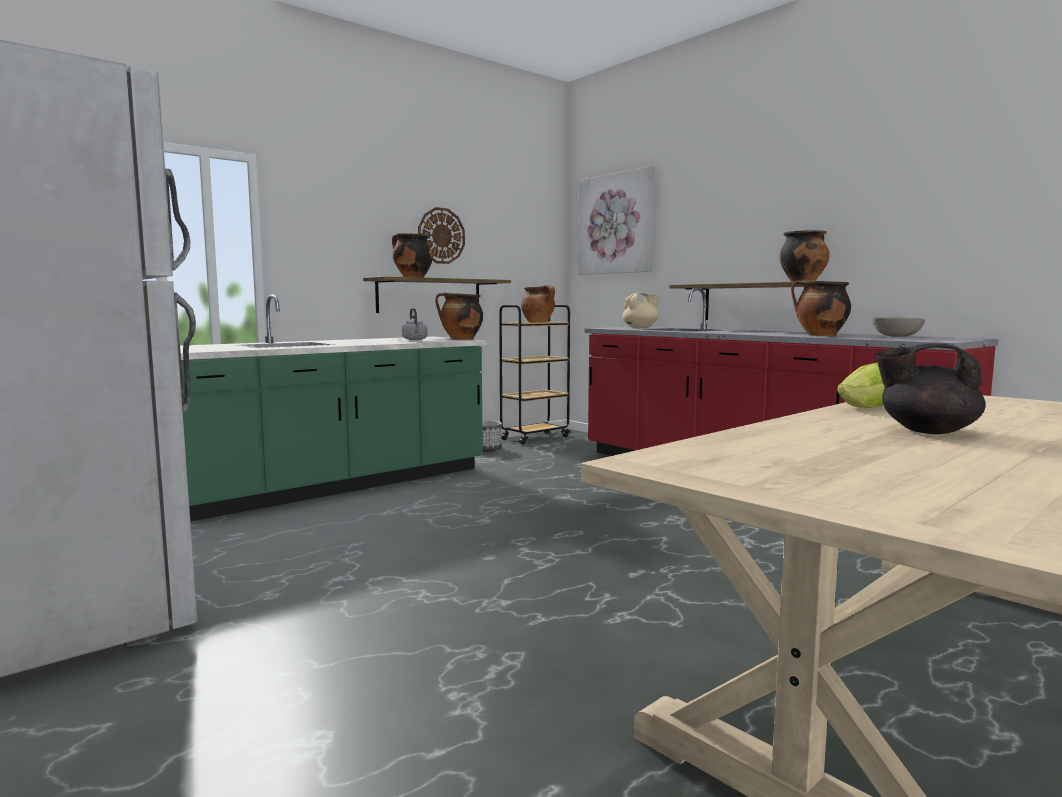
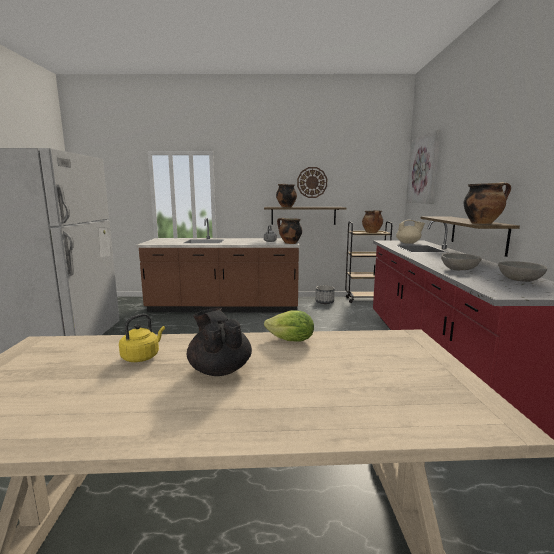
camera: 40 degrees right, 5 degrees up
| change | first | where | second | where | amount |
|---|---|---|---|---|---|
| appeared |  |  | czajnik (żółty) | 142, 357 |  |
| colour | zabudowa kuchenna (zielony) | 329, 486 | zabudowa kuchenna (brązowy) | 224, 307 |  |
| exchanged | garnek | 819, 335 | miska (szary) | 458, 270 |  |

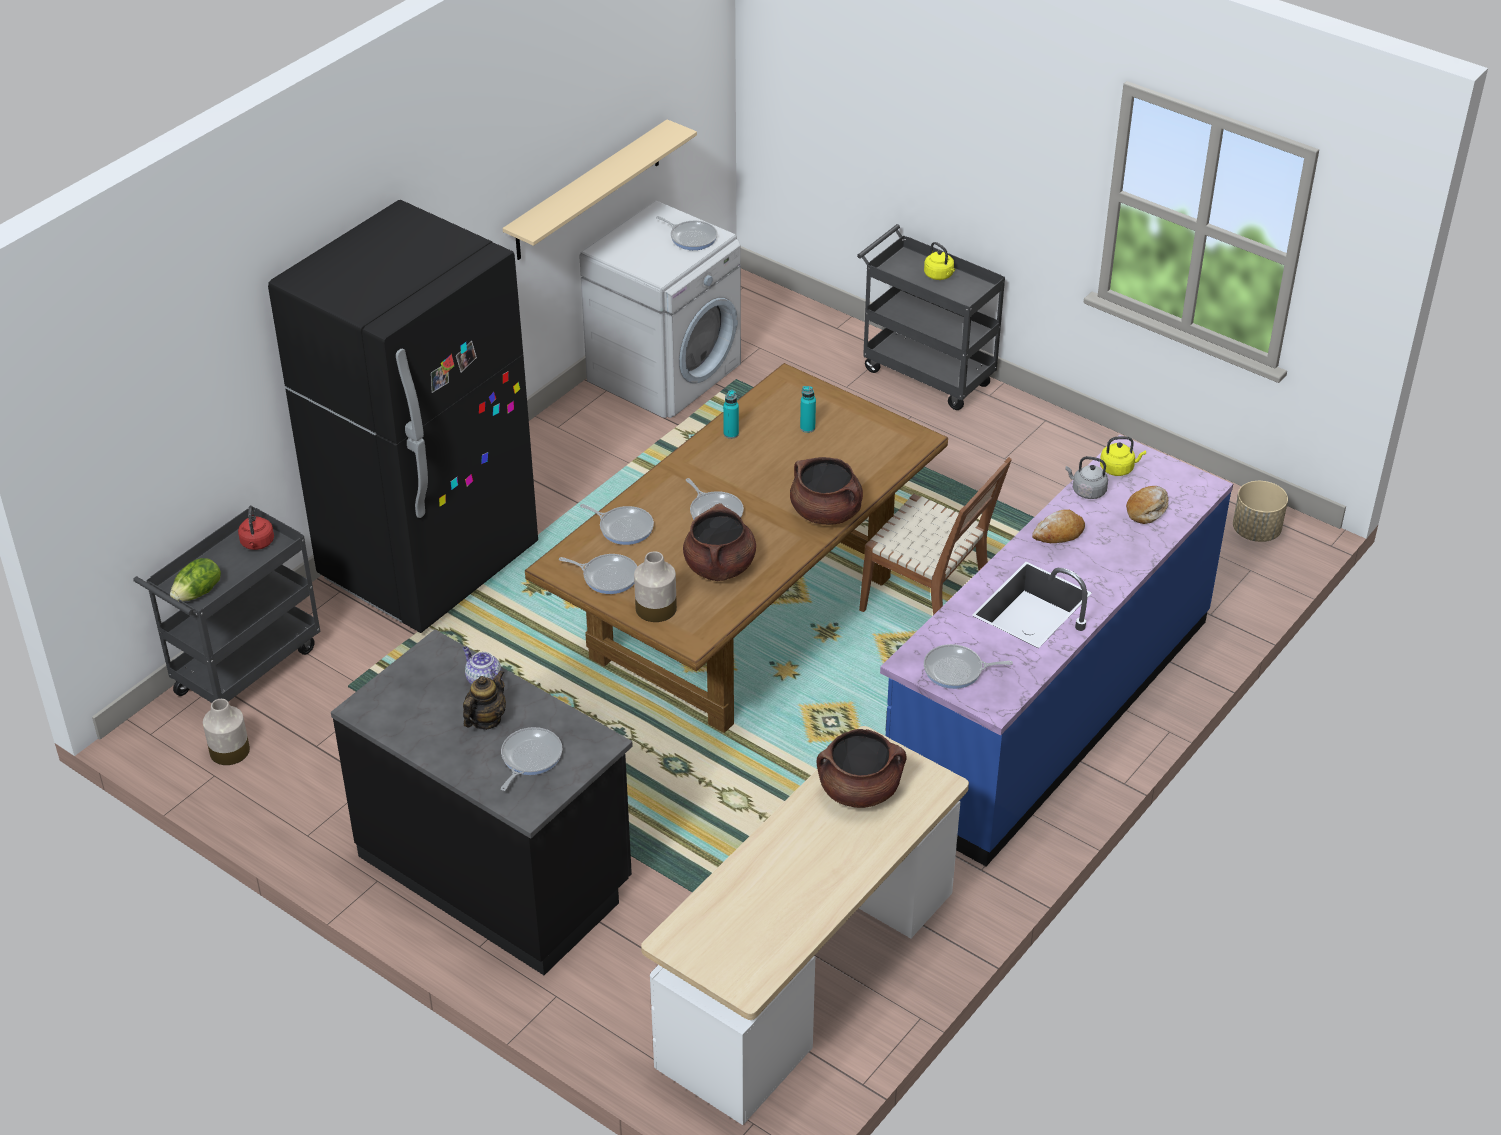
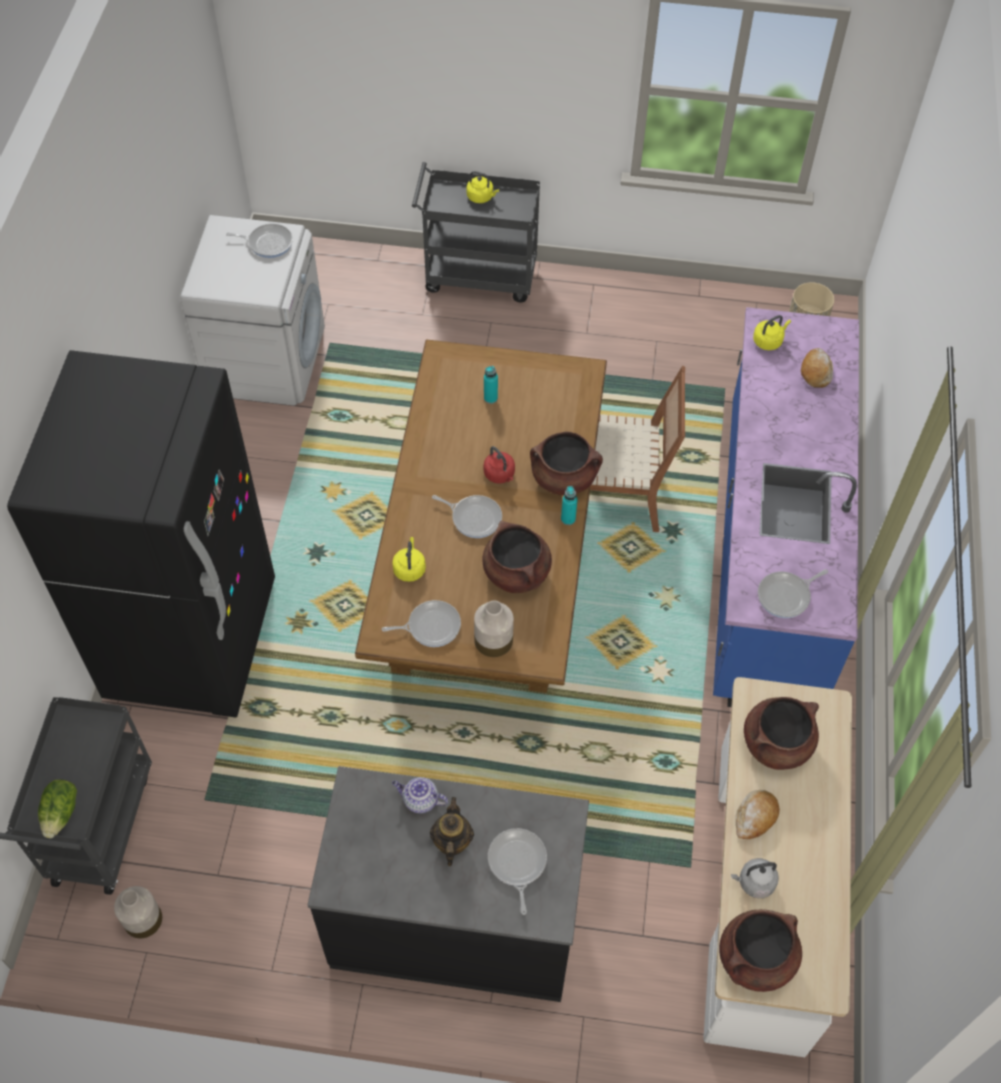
camera: 30 degrees left, 15 degrees up
| change | first | where | second | where | amount |
|---|---|---|---|---|---|
| exchanged | patelnia | 623, 527 | czajnik (żółty) | 409, 568 |  |
| relocated | czajnik (czerwony) | 257, 544 |  | 500, 475 |  |
| relocated | butelka (turkusowy) | 731, 434 |  | 568, 519 |  |
| appeared |  |  | garnek (brązowy) | 755, 959 |  |
| relocated | czajnik (szary) | 1087, 491 |  | 754, 883 |  |
| relocated | chleb | 1059, 533 |  | 755, 817 |  |
| missing | półka (beżowy) | 588, 191 |  |  |  |

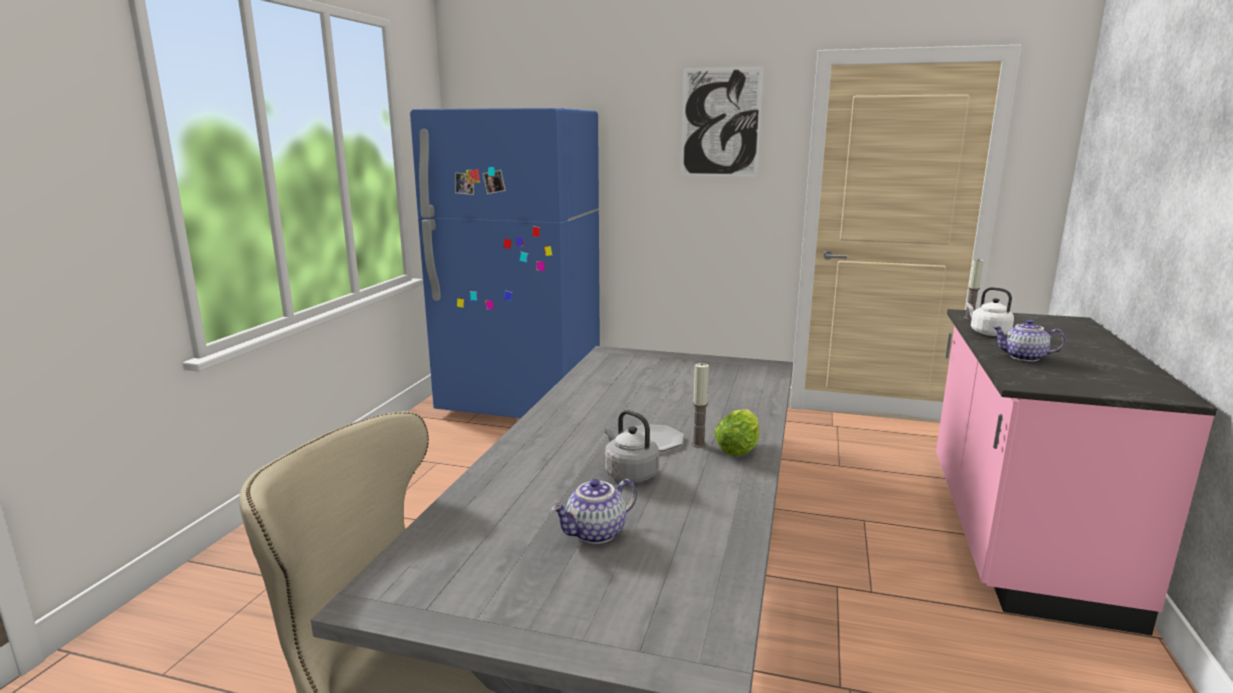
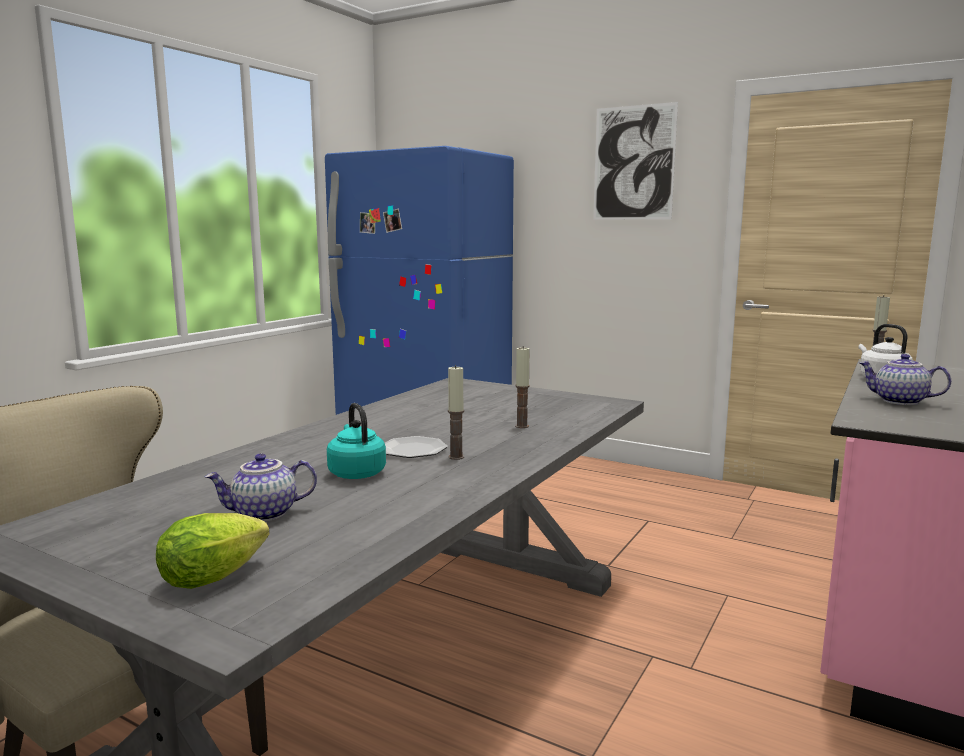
camera: 15 degrees right, 5 degrees down
| change | first | where | second | where | amount |
|---|---|---|---|---|---|
| relocated | sałata | 739, 448 |  | 218, 576 |  |
| colour | czajnik (szary) | 629, 474 | czajnik (turkusowy) | 356, 473 |  |
| appeared |  |  | świeca | 521, 426 |  |

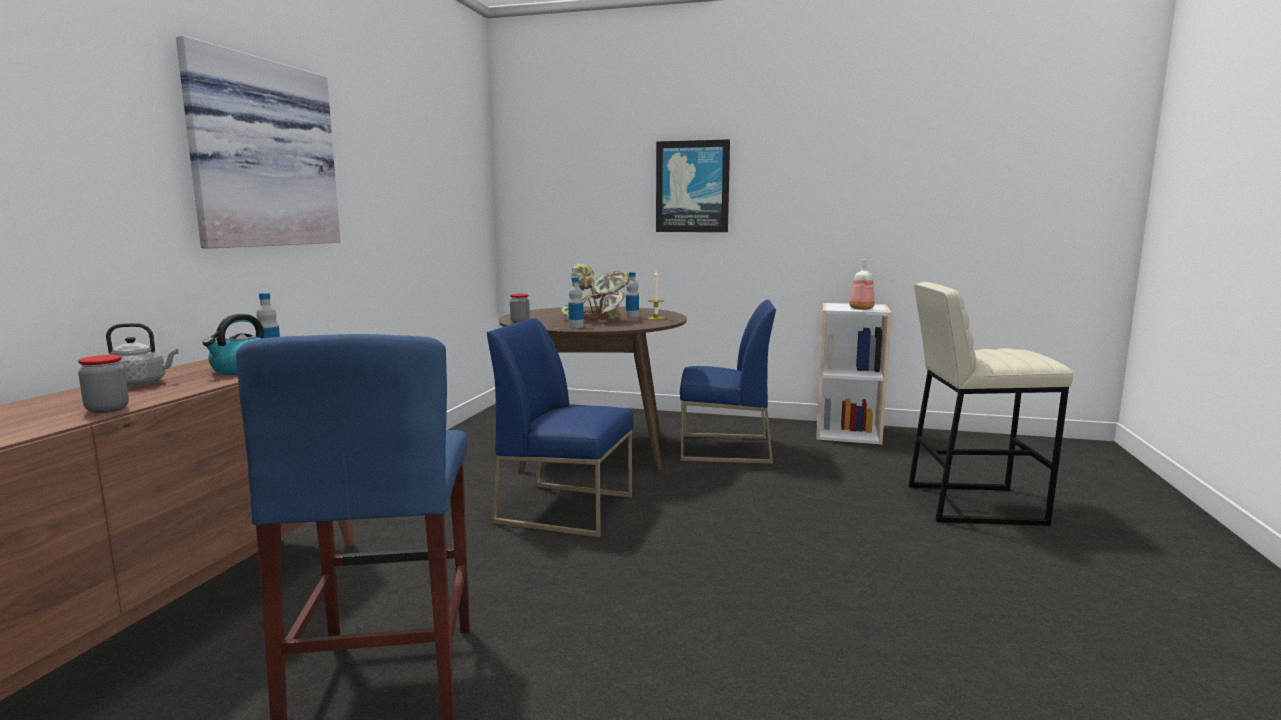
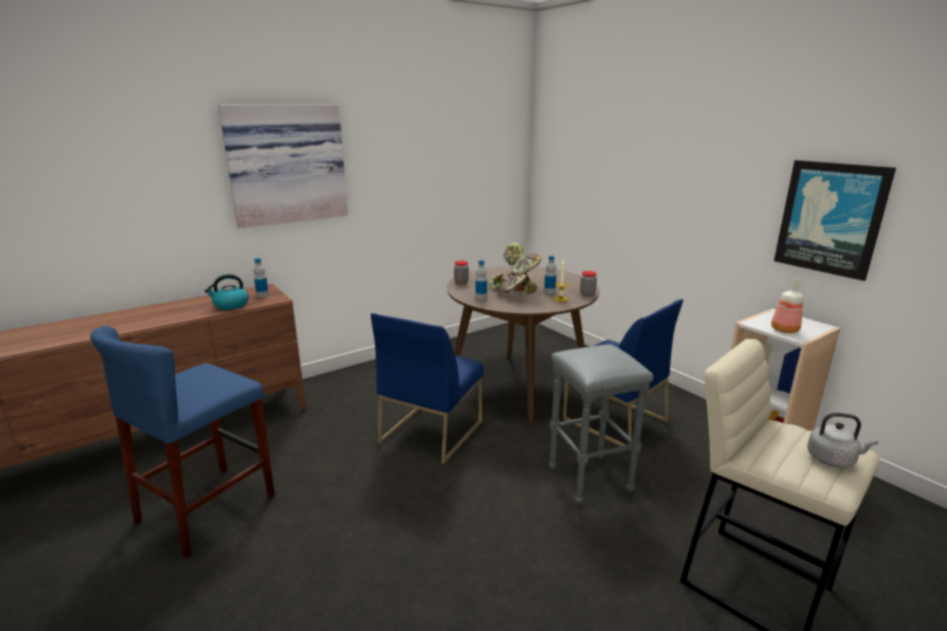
camera: 40 degrees right, 10 degrees up
| change | first | where | second | where | amount |
|---|---|---|---|---|---|
| spun | krzesło (niebieski) | 566, 509 |  | 431, 431 | 120 degrees counterclockwise |
| appeared |  |  | stołek (szary) | 592, 479 |  |
| relocated | słoik | 107, 409 |  | 587, 294 |  |
| relocated | obraz | 692, 187 |  | 830, 218 |  |
| relocated | czajnik (szary) | 141, 383 |  | 833, 459 |  |

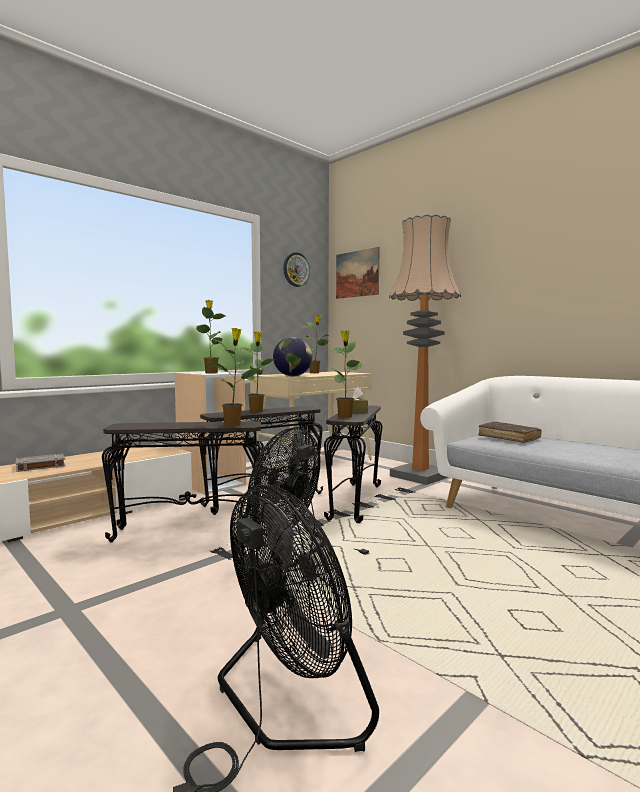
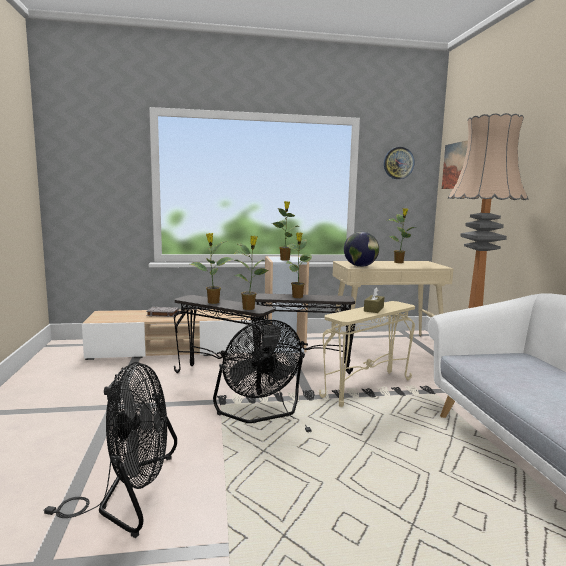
camera: 35 degrees right, 5 degrees up
| change | first | where | second | where | amount |
|---|---|---|---|---|---|
| relocated | roślina doniczkowa | 345, 417 |  | 212, 302 |  |
| colour | stolik (czarny) | 355, 502 | stolik (beżowy) | 367, 388 |  |
| missing | książka (brązowy) | 508, 438 |  |  |  |

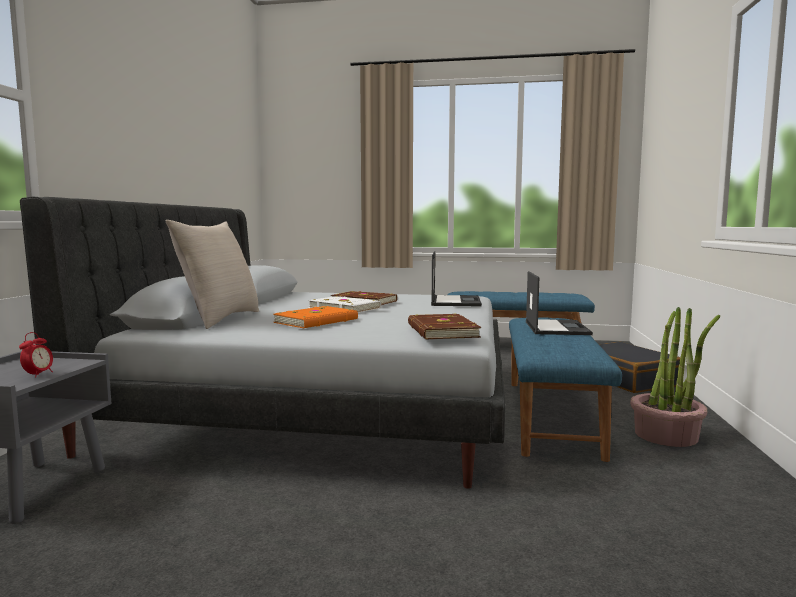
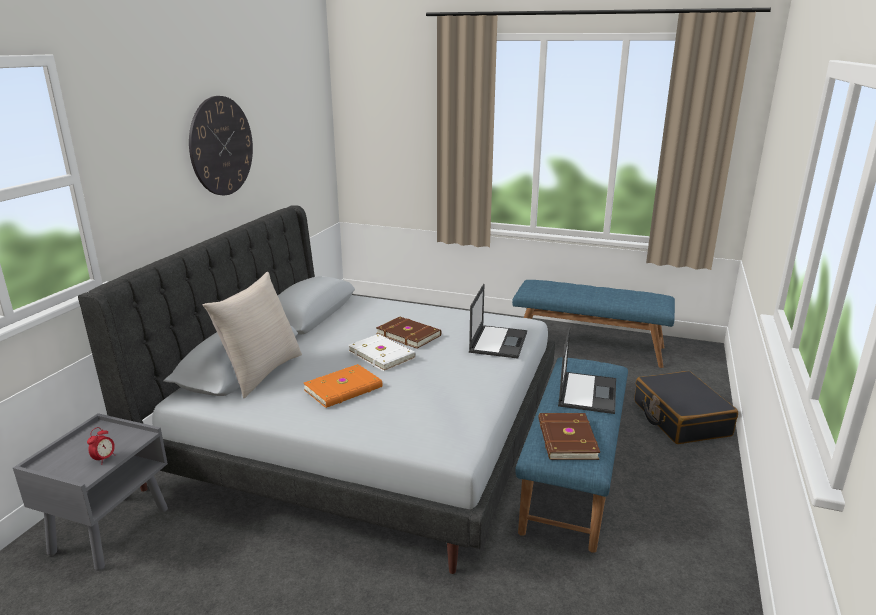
camera: 10 degrees right, 15 degrees up
| change | first | where | second | where | amount |
|---|---|---|---|---|---|
| appeared |  |  | zegar ścienny | 221, 146 |  |
| relocated | książka (brązowy) | 441, 331 |  | 566, 439 |  |
| missing | roślina doniczkowa | 666, 435 |  |  |  |

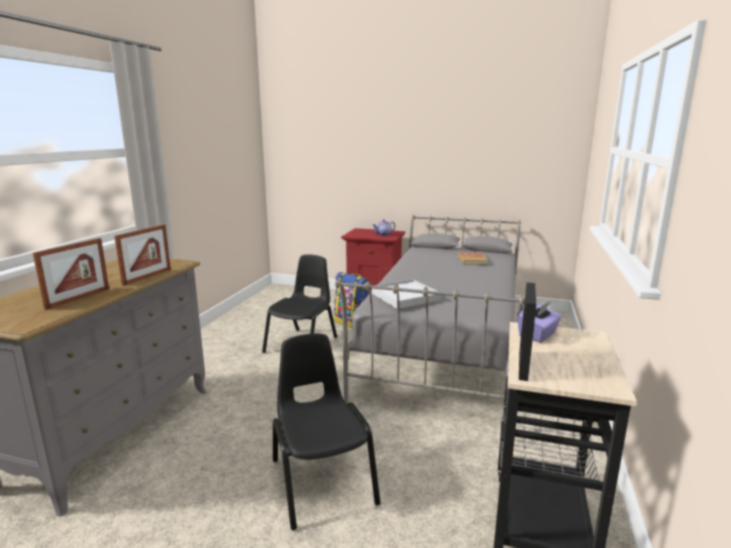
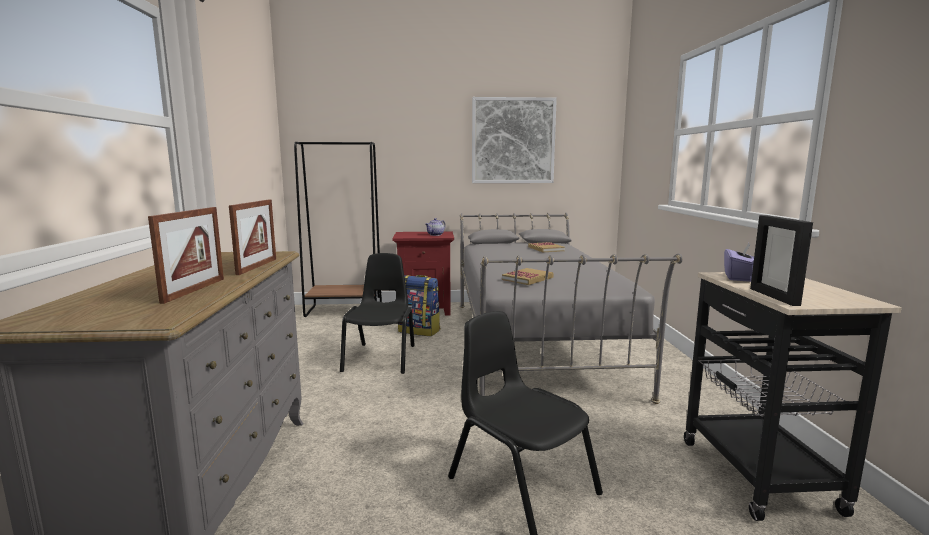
camera: 20 degrees left, 5 degrees down
| change | first | where | second | where | amount |
|---|---|---|---|---|---|
| appeared |  |  | wieszak | 344, 311 |  |
| appeared |  |  | obraz | 513, 141 |  |
| exchanged | taca (biały) | 405, 297 | książka | 527, 278 |  |

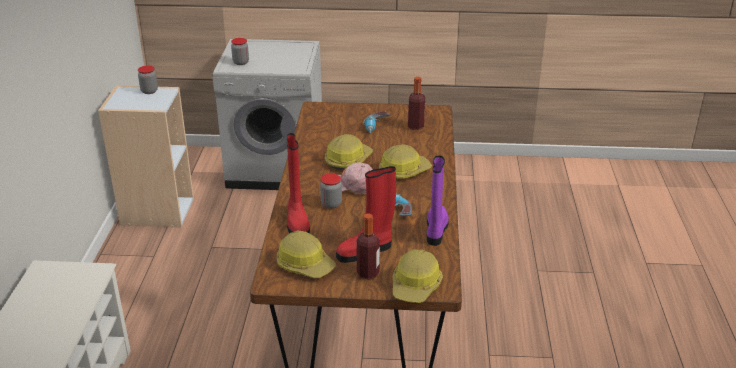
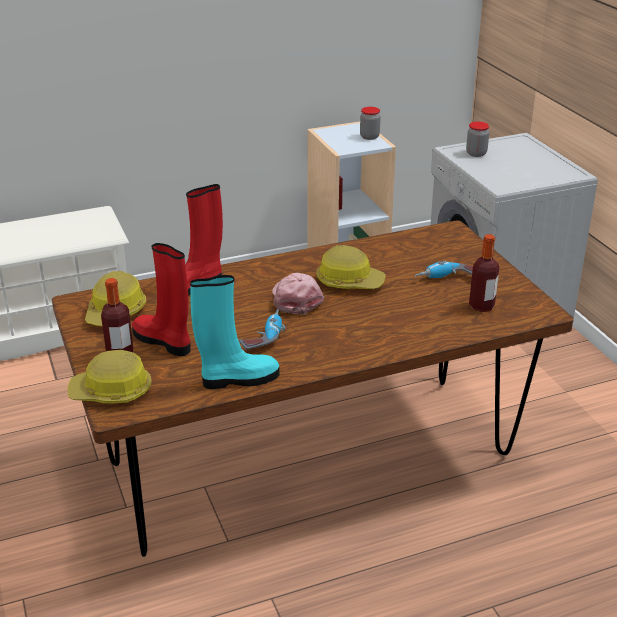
camera: 65 degrees right, 0 degrees up
| change | first | where | second | where | amount |
|---|---|---|---|---|---|
| colour | but z cholewką (fioletowy) | 436, 230 | but z cholewką (turkusowy) | 238, 379 |  |
| missing | słoik | 331, 204 |  |  |  |
| missing | kask | 403, 171 |  |  |  |

